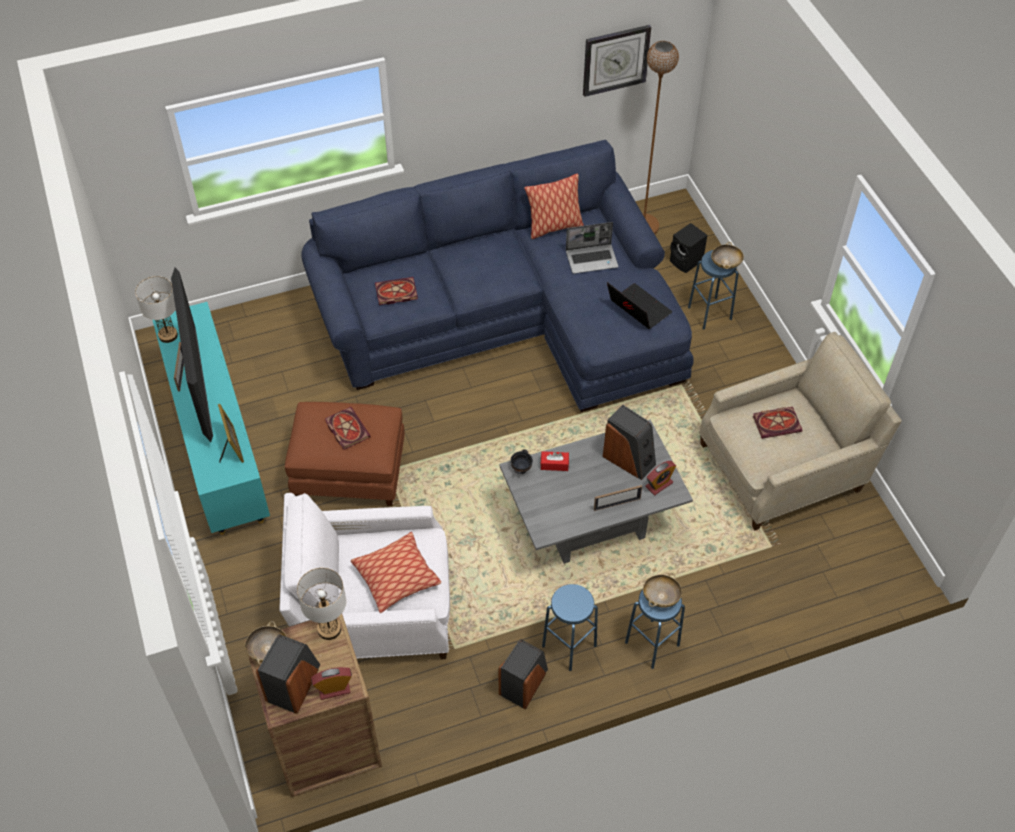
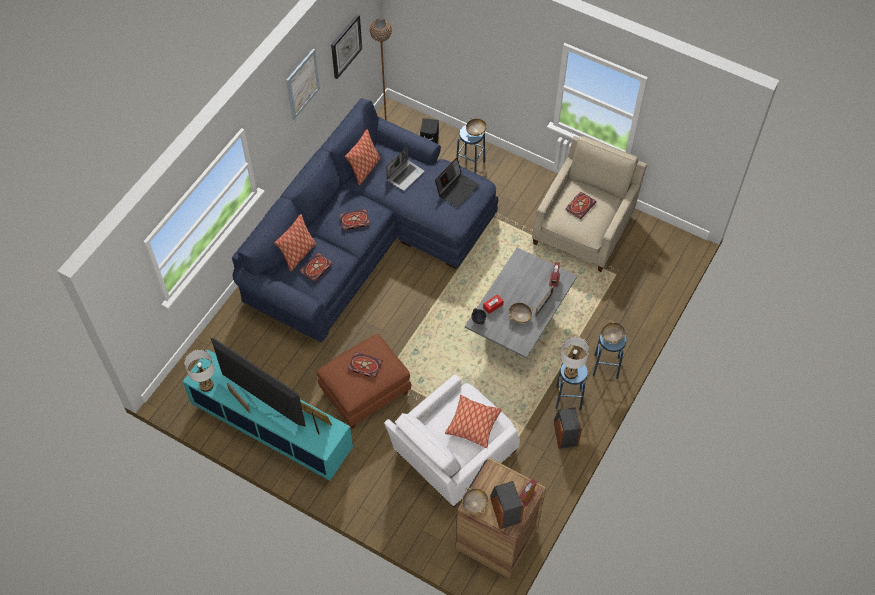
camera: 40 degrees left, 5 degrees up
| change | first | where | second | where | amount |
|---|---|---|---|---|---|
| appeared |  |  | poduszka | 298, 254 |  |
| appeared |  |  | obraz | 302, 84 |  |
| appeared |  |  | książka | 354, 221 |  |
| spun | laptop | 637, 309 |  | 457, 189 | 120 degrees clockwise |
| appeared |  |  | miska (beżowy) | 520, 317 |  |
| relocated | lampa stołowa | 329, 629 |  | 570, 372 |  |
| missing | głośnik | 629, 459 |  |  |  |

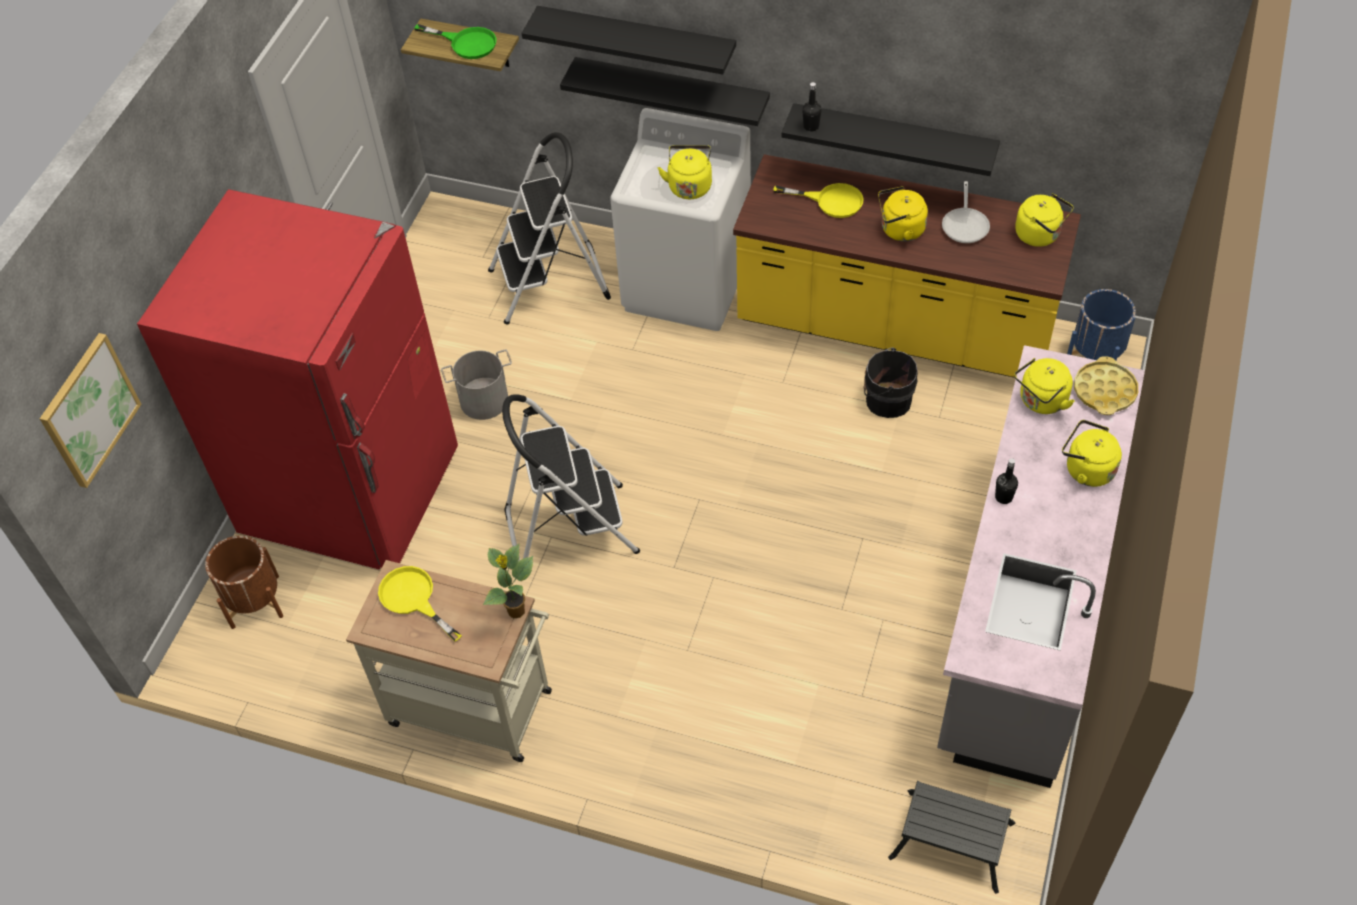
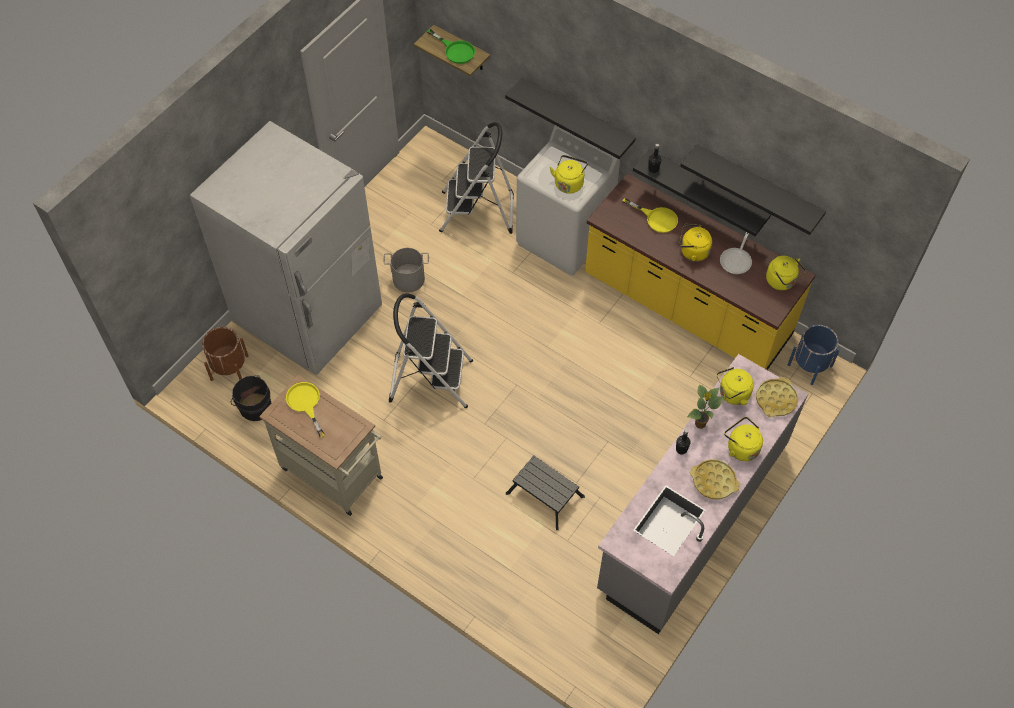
camera: 15 degrees right, 5 degrees up
| change | first | where | second | where | amount |
|---|---|---|---|---|---|
| colour | lodówka (czerwony) | 351, 489 | lodówka (biały) | 309, 313 |  |
| relocated | wiadro (czarny) | 886, 399 |  | 254, 406 |  |
| relocated | drabinka (czarny) | 951, 840 |  | 544, 494 |  |
| relocated | półka (czarny) | 636, 39 |  | 757, 186 |  |
| relocated | roślina doniczkowa | 516, 612 |  | 700, 424 |  |
| appeared |  |  | taca (żółty) | 714, 481 |  |
| missing | obraz | 89, 410 |  |  |  |

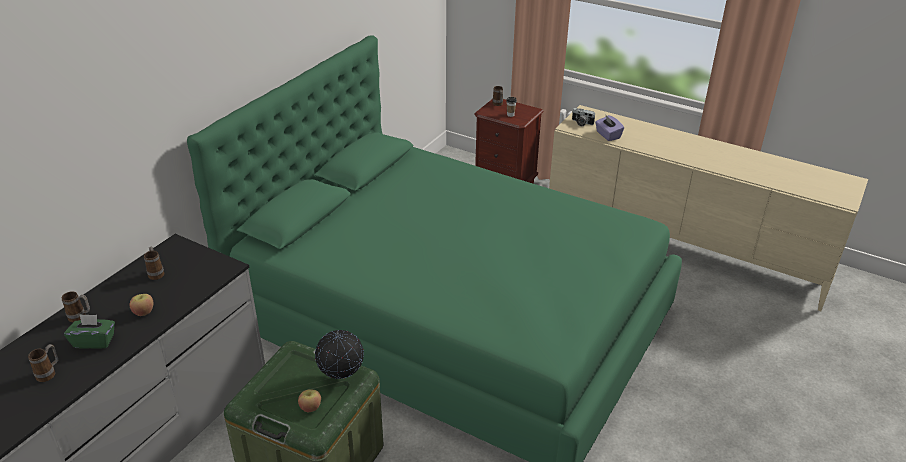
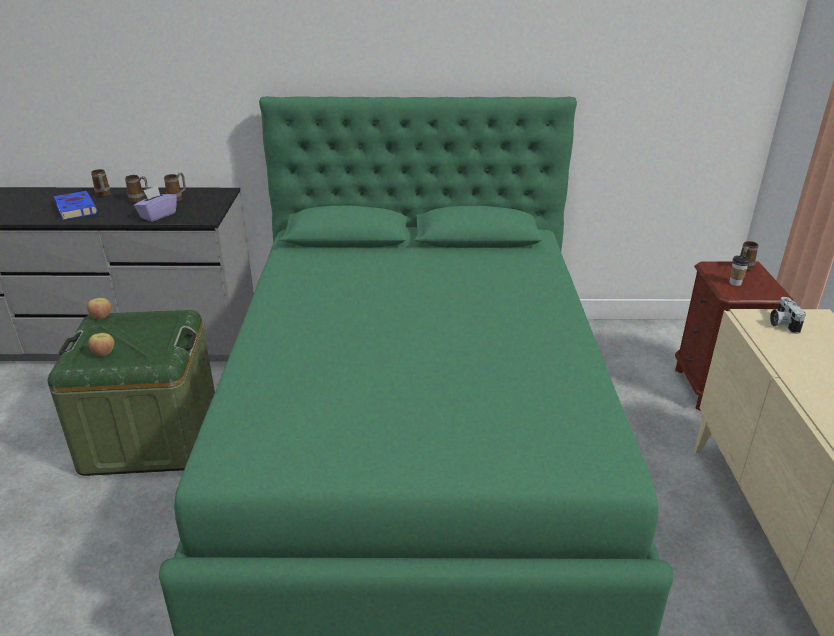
camera: 60 degrees right, 5 degrees down
| change | first | where | second | where | amount |
|---|---|---|---|---|---|
| exchanged | pudełko chusteczek (zielony) | 94, 341 | książka (niebieski) | 75, 208 |  |
| relocated | jabłko | 144, 312 |  | 102, 316 |  |
| relocated | kubek | 49, 373 |  | 140, 200 |  |
| relocated | pudełko chusteczek (fioletowy) | 607, 135 |  | 158, 215 |  |
| missing | globus | 341, 376 |  |  |  |

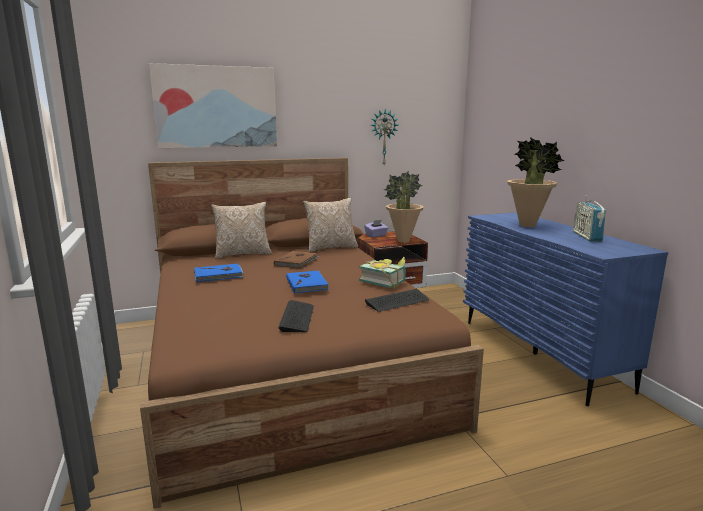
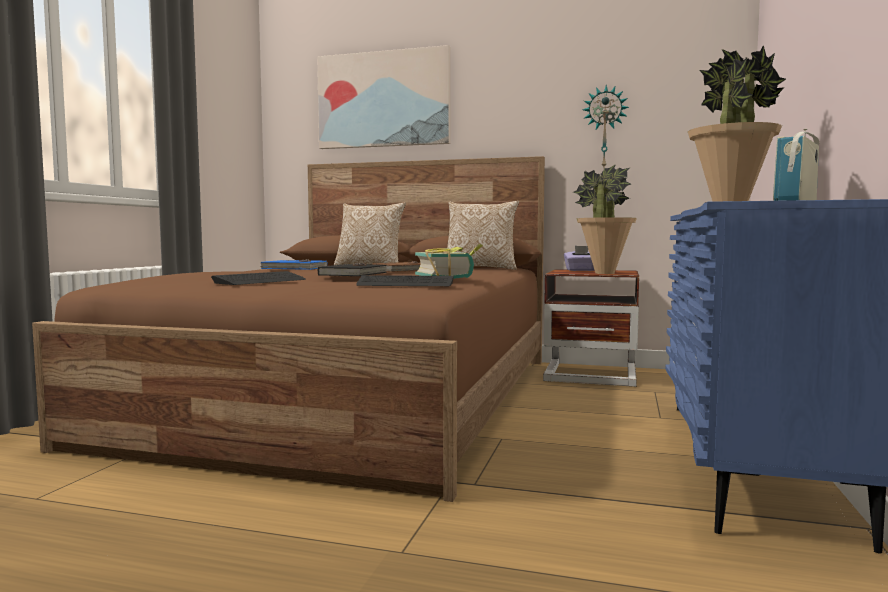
camera: 35 degrees right, 10 degrees down
| change | first | where | second | where | amount |
|---|---|---|---|---|---|
| colour | książka (niebieski) | 307, 284 | książka (czarny) | 355, 274 |  |

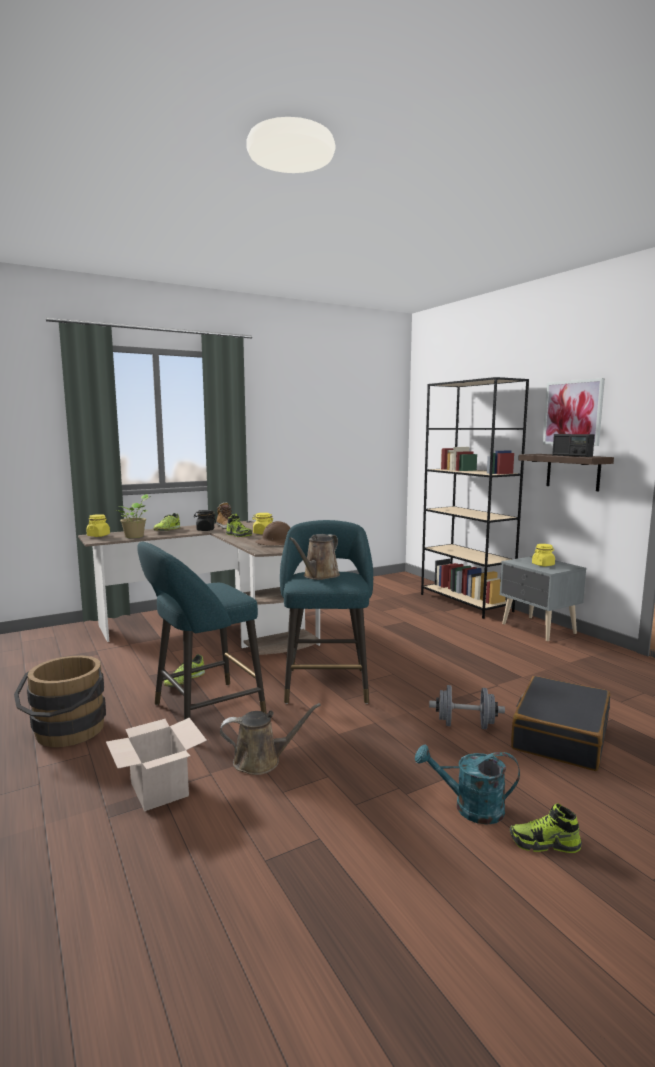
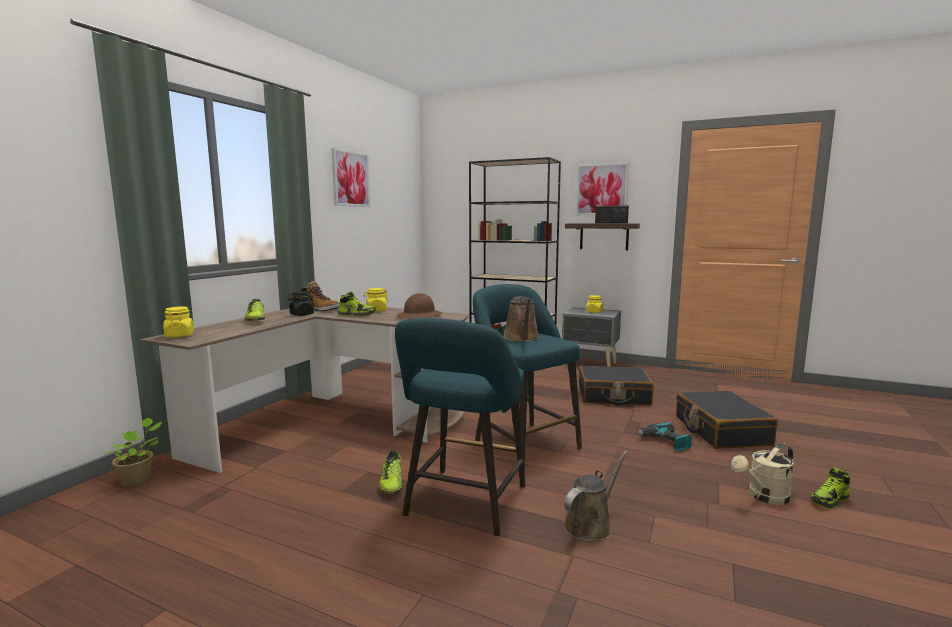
camera: 35 degrees left, 0 degrees up
| change | first | where | second | where | amount |
|---|---|---|---|---|---|
| relocated | roślina doniczkowa | 135, 536 |  | 138, 480 |  |
| appeared |  |  | obraz | 351, 179 |  |
| appeared |  |  | walizka (czarny) | 613, 396 |  |
| exchanged | hantel (szary) | 465, 725 | wiertarka | 664, 442 |  |
| colour | konewka (turkusowy) | 470, 808 | konewka (beżowy) | 764, 497 |  |
| missing | wiadro (brązowy) | 67, 733 |  |  |  |
| missing | karton | 157, 789 |  |  |  |

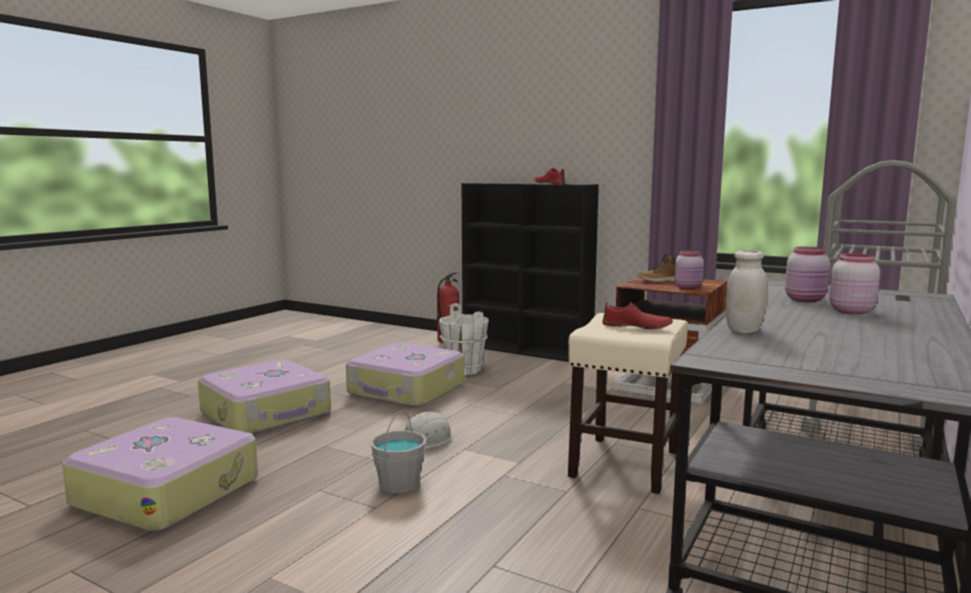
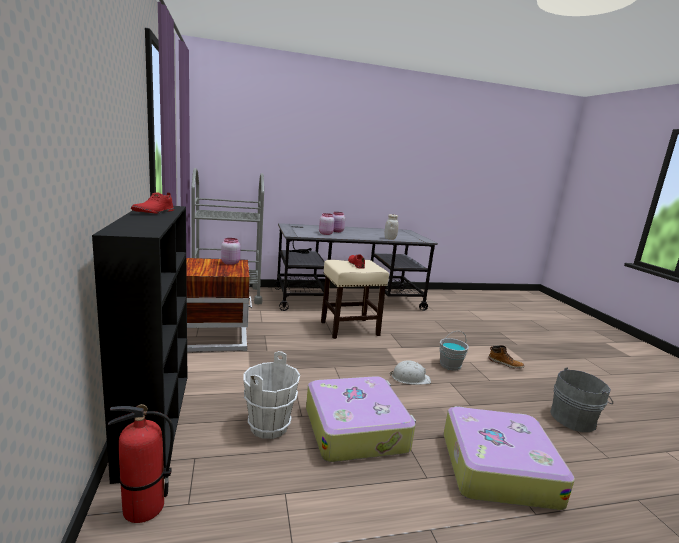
camera: 135 degrees left, 5 degrees up
| change | first | where | second | where | amount |
|---|---|---|---|---|---|
| relocated | but z cholewką | 660, 280 |  | 505, 363 |  |
| exchanged | walizka | 167, 491 | wiadro (szary) | 574, 419 |  |

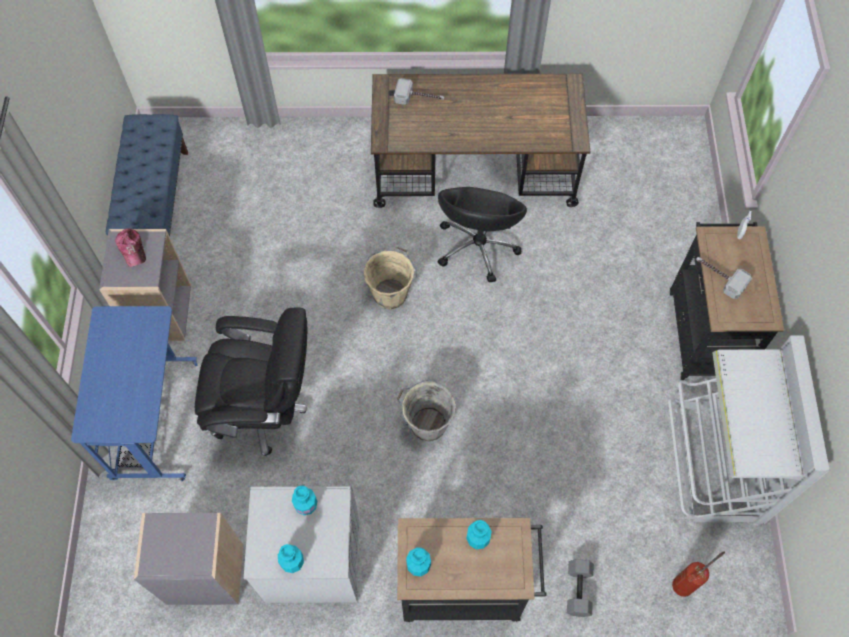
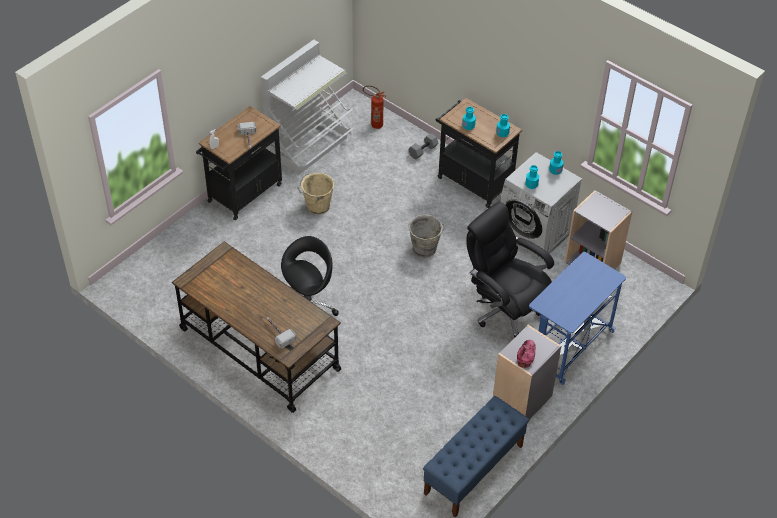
camera: 140 degrees left, 15 degrees down
| change | first | where | second | where | amount |
|---|---|---|---|---|---|
| relocated | wiadro (beżowy) | 391, 293 |  | 317, 206 |  |

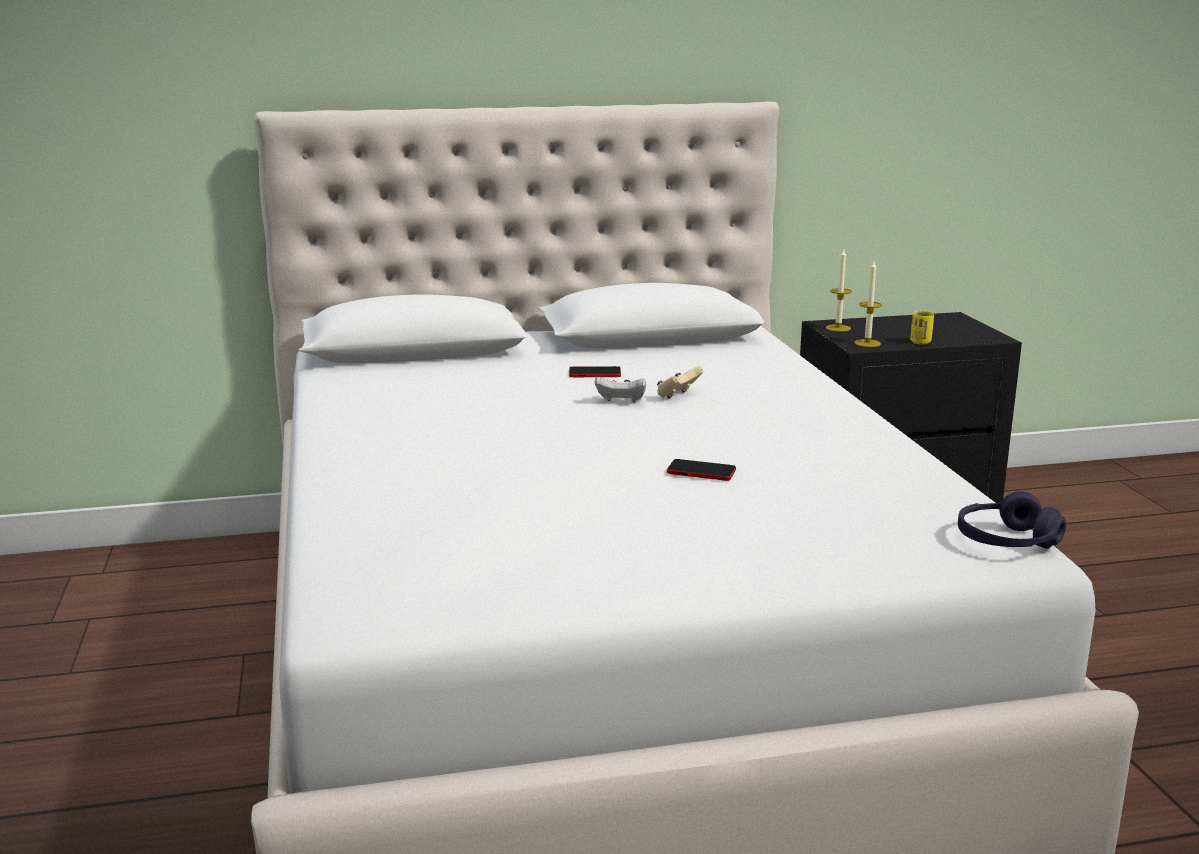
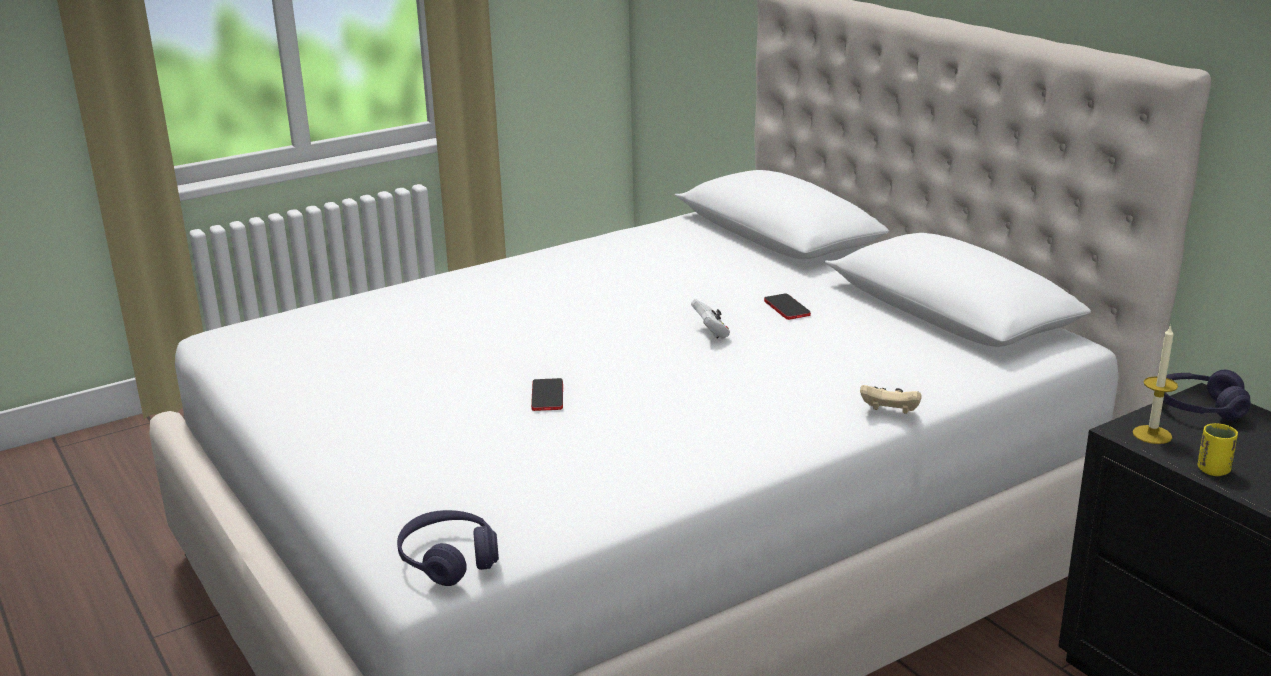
camera: 70 degrees right, 5 degrees up
| change | first | where | second | where | amount |
|---|---|---|---|---|---|
| relocated | pad do gier (beżowy) | 678, 395 |  | 890, 412 |  |
| exchanged | świeca | 838, 328 | słuchawki (fioletowy) | 1199, 408 |  |

